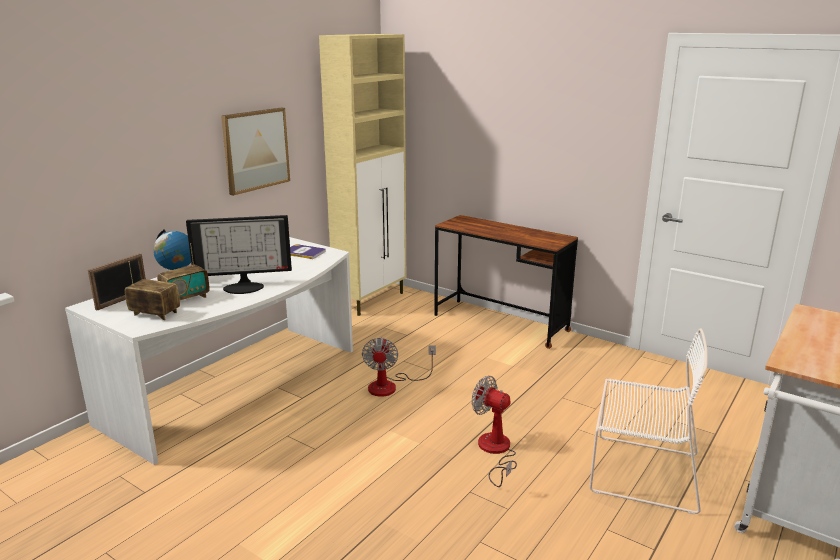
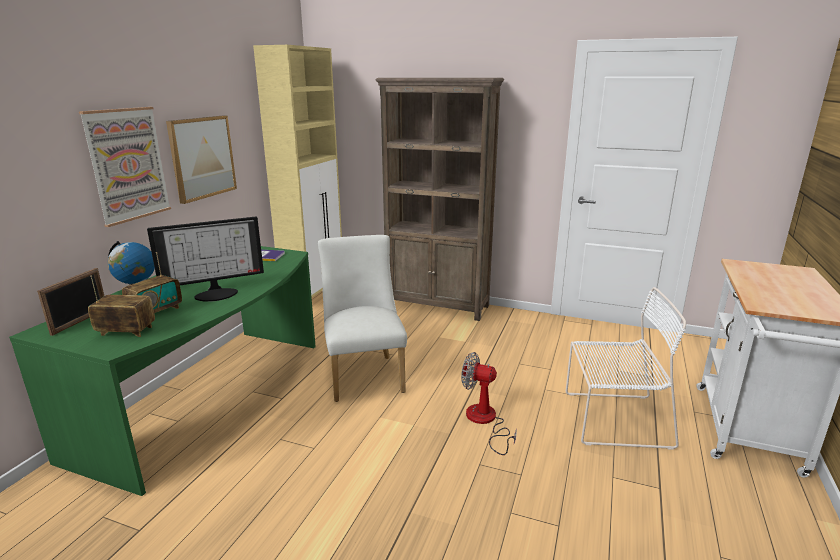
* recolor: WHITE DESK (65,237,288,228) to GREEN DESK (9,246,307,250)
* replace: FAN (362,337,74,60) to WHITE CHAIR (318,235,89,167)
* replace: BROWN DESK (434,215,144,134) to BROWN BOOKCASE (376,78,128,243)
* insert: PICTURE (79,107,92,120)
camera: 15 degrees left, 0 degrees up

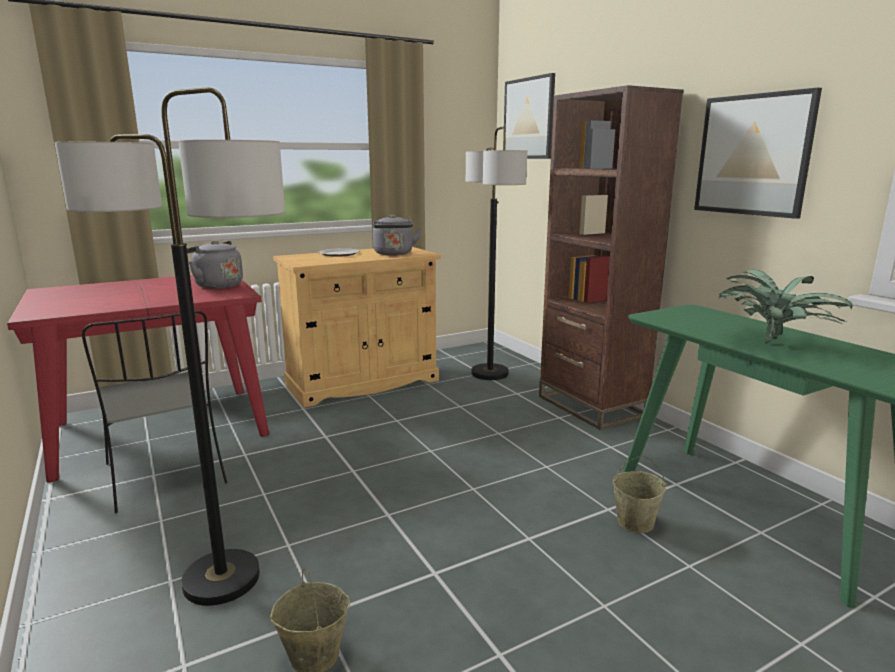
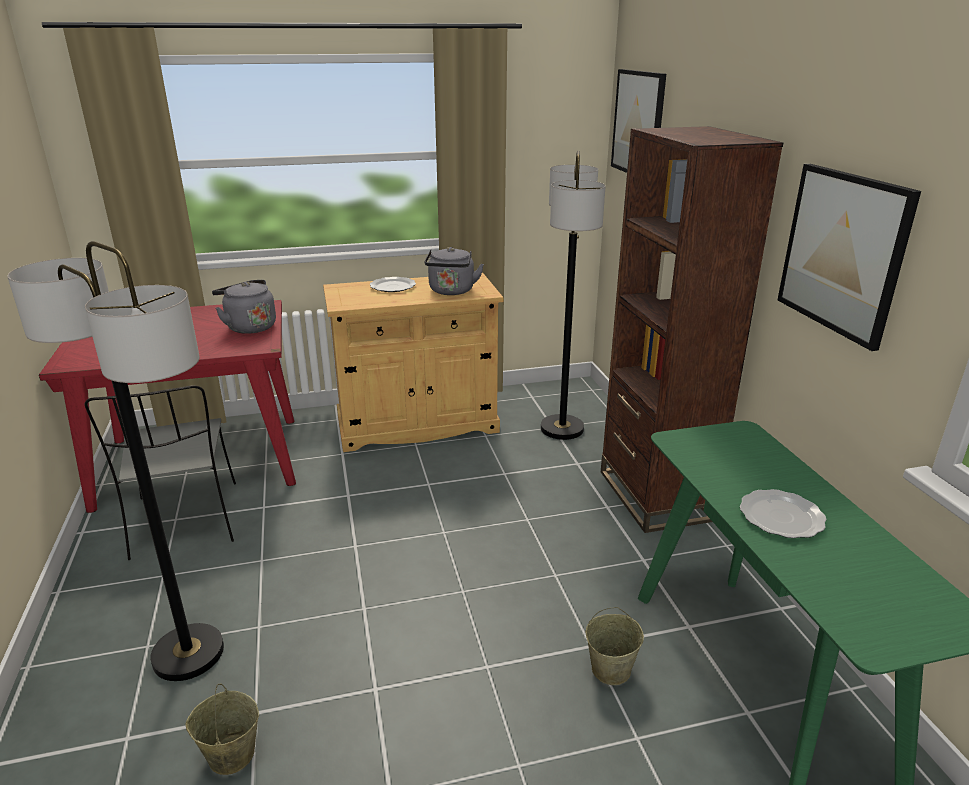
* replace: POTTED PLANT (719,270,134,74) to PLATE (740,489,86,49)
camera: 15 degrees right, 10 degrees up

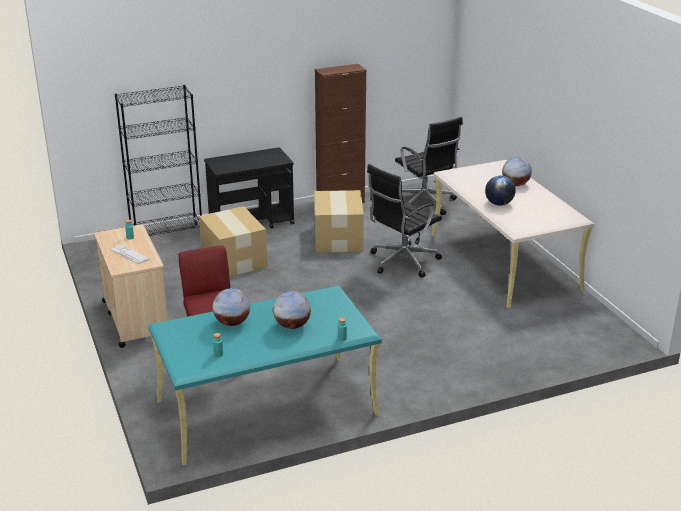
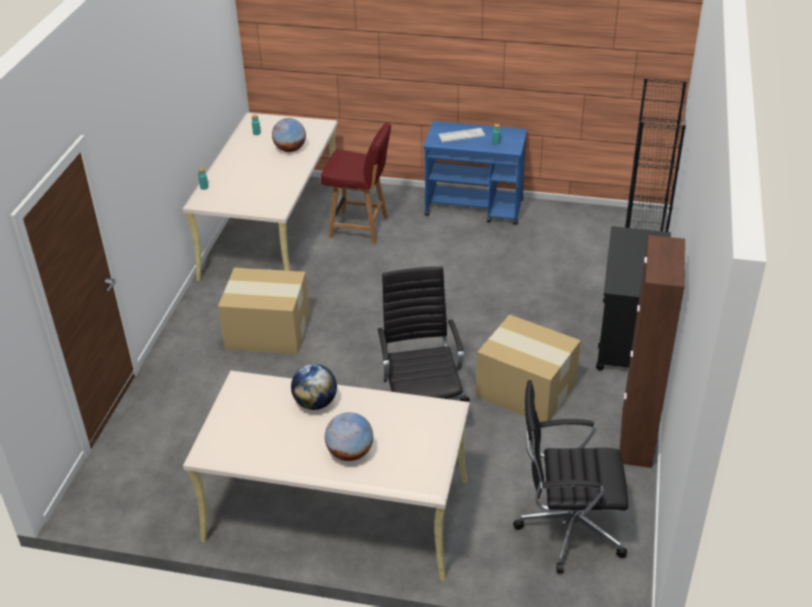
* recolor: BEIGE CART (94,224,74,124) to BLUE CART (424,121,103,104)
* recolor: TURQUOISE DESK (148,286,234,179) to BEIGE DESK (183,113,158,168)
* move: CARDBOARD BOX (199,206,69,71) to (218,268,92,86)
* delete: GLOBE (273,291,38,38)
camera: 125 degrees right, 10 degrees up

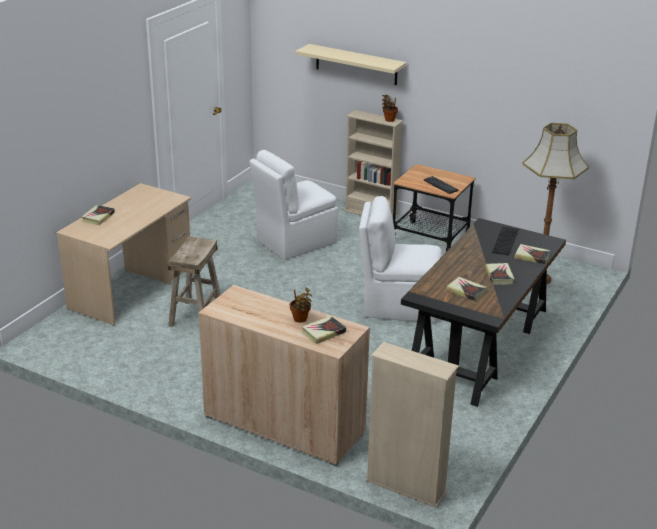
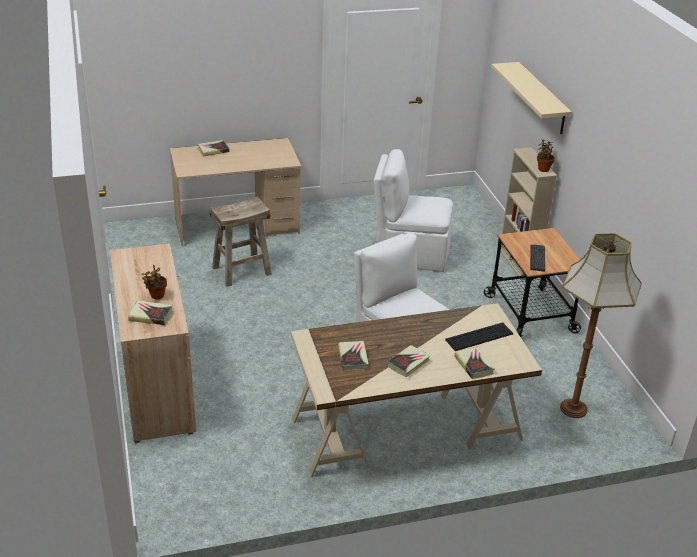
* delete: BEIGE BOOKCASE (366,342,93,166)
* recolor: BLACK DESK (401,218,165,189) to BEIGE DESK (291,303,251,174)
camera: 45 degrees right, 5 degrees up

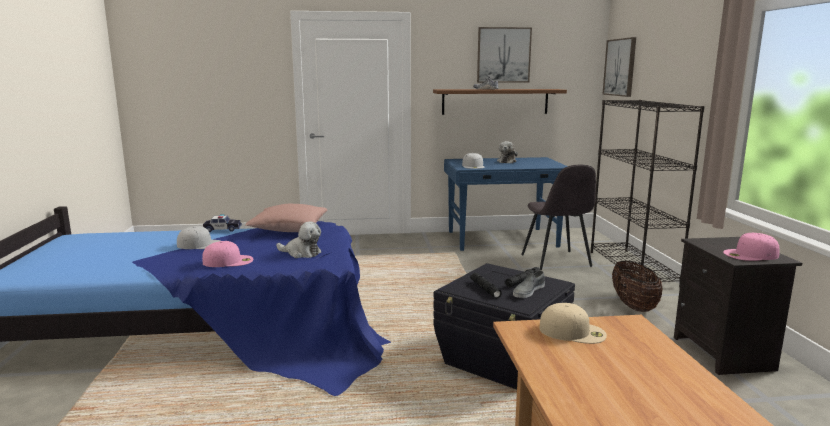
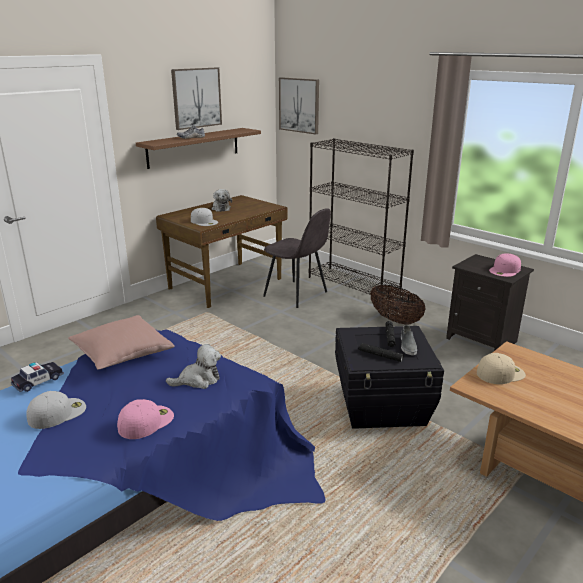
* recolor: BLUE DESK (444,157,124,94) to BROWN DESK (156,195,132,113)
camera: 40 degrees left, 10 degrees up

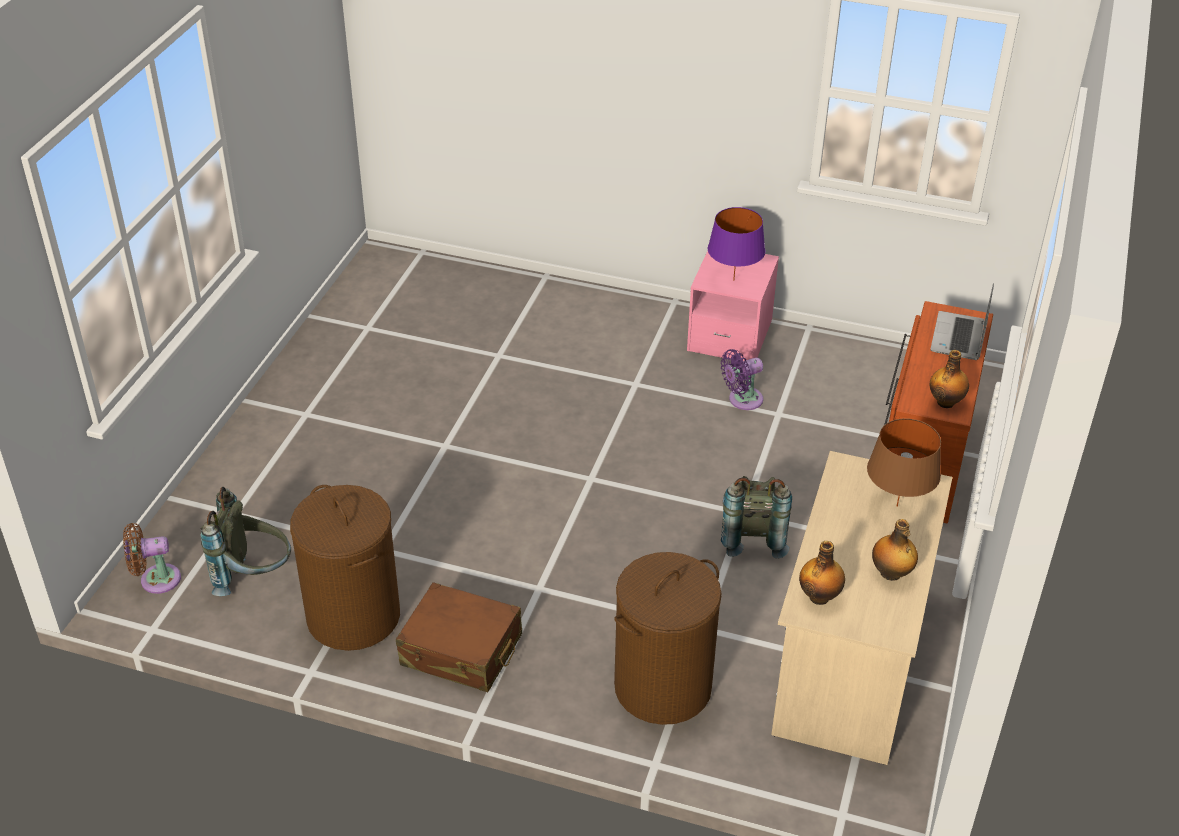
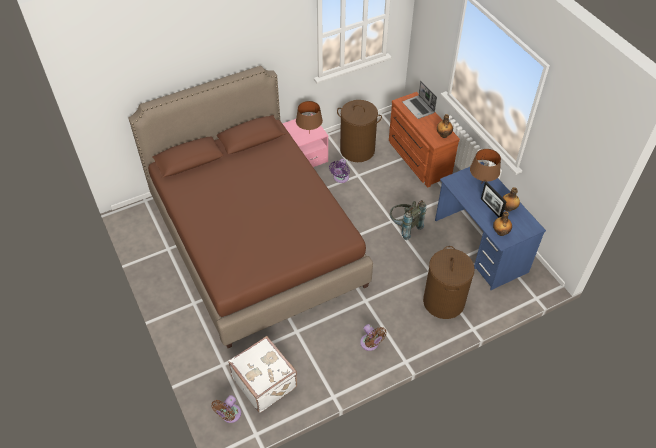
* replace: GREY BACKPACK (200,487,91,109) to WHITE SUITCASE (228,336,69,77)
* move: BROWN LAUNDRY BASKET (290,485,110,166) to (337,100,45,62)
* replace: BROWN SUITCASE (396,582,126,110) to BROWN FAN (360,324,27,27)
* recolor: PURPLE TABLE LAMP (708,207,57,74) to BROWN TABLE LAMP (296,101,27,33)
* recolor: BEIGE DESK (771,451,182,314) to BLUE DESK (435,162,111,128)
* insert: BROWN BED (129,66,244,282)
* insert: PICTURE FRAME (481,182,25,35)
camera: 45 degrees left, 10 degrees up

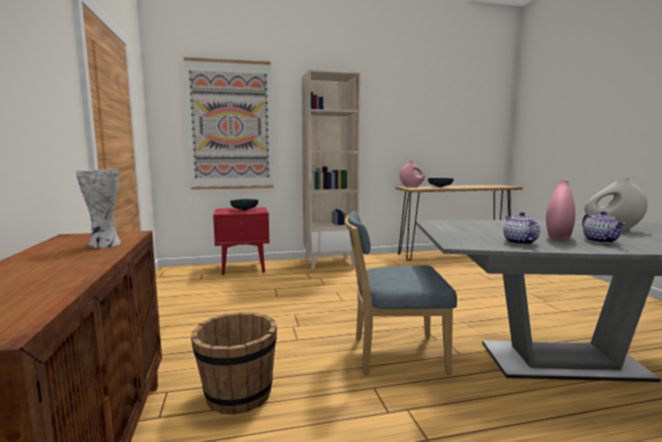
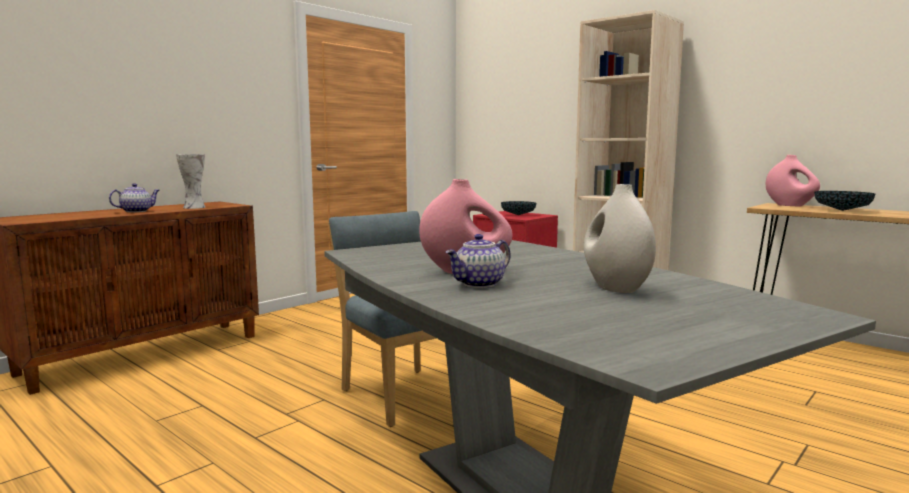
* delete: PICTURE (183,57,91,133)
* delete: BROWN BUCKET (191,312,86,103)
* move: TEAPOT (504,212,36,33) to (109,183,50,29)
camera: 55 degrees right, 0 degrees up

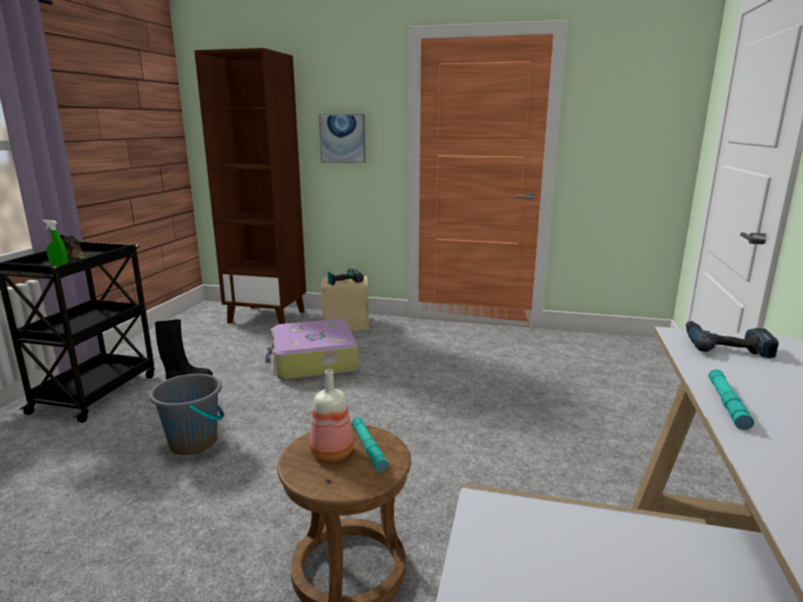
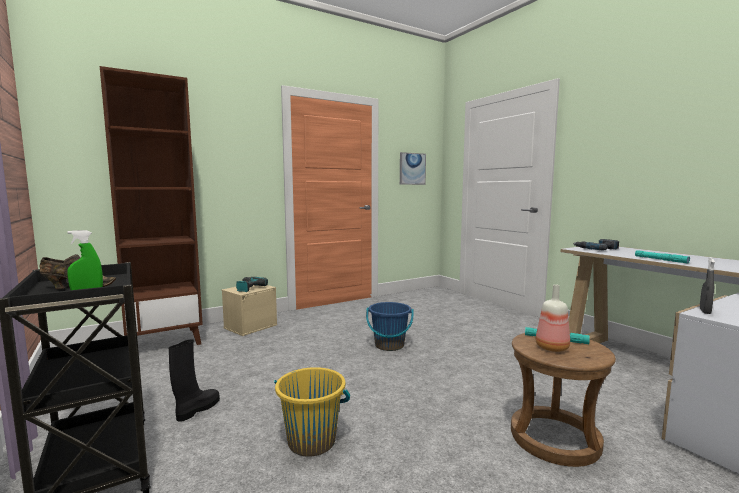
* recolor: GREY BUCKET (149,374,75,81) to YELLOW BUCKET (274,367,76,90)
* delete: SUITCASE (265,319,93,61)
* move: PICTURE (319,114,47,49) to (400,152,26,33)
* insert: BLUE BUCKET (366,302,47,49)
* insert: GREY SPRAY BOTTLE (700,257,15,57)
camera: 45 degrees left, 10 degrees down

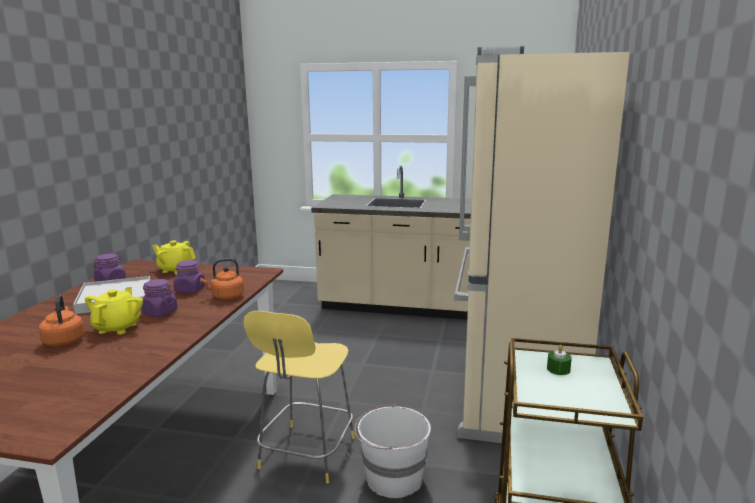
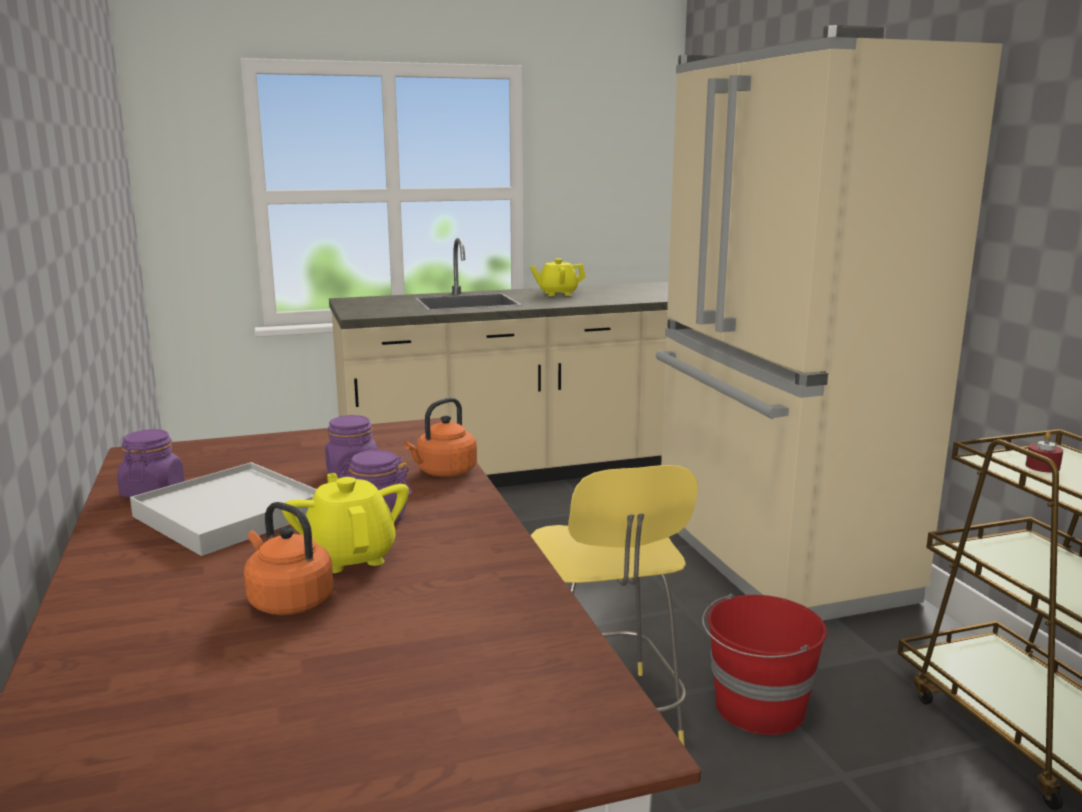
* move: YELLOW TEAPOT (152,241,44,33) to (530,259,56,37)
* recolor: WHITE BUCKET (354,404,77,94) to RED BUCKET (702,594,125,141)
* recolor: GREEN CANDLE (547,345,25,30) to RED CANDLE (1026,432,37,41)
camera: 30 degrees left, 0 degrees up

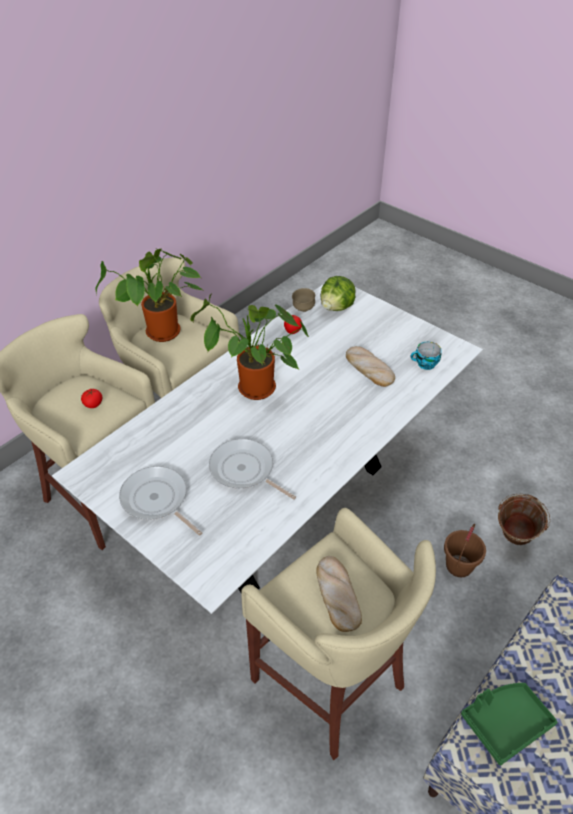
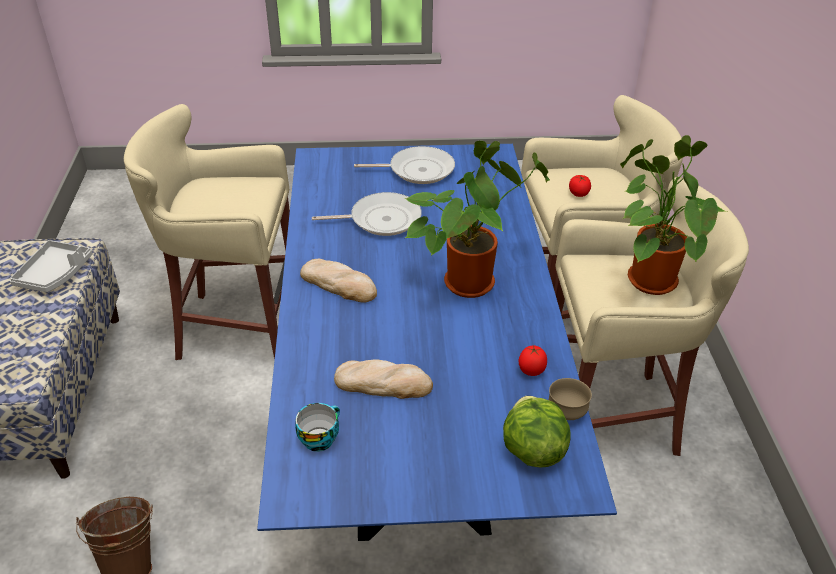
* recolor: WHITE DINING TABLE (52,284,431,330) to BLUE DINING TABLE (257,144,360,397)
* move: BREAD (316,556,46,76) to (300,259,77,44)
* delete: BROWN BUCKET (444,524,42,53)
* recolor: GREEN TRAY (461,683,96,82) to GREY TRAY (10,240,83,52)
camera: 135 degrees right, 5 degrees down

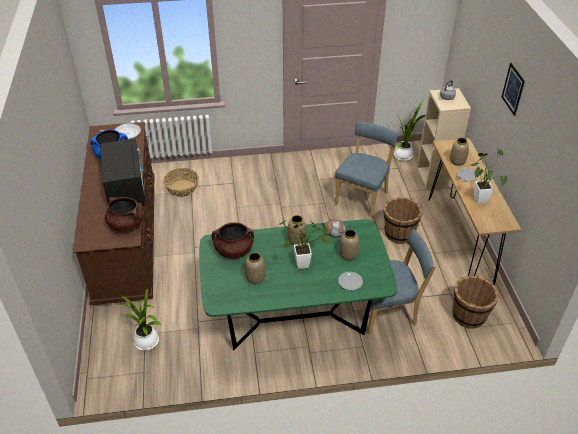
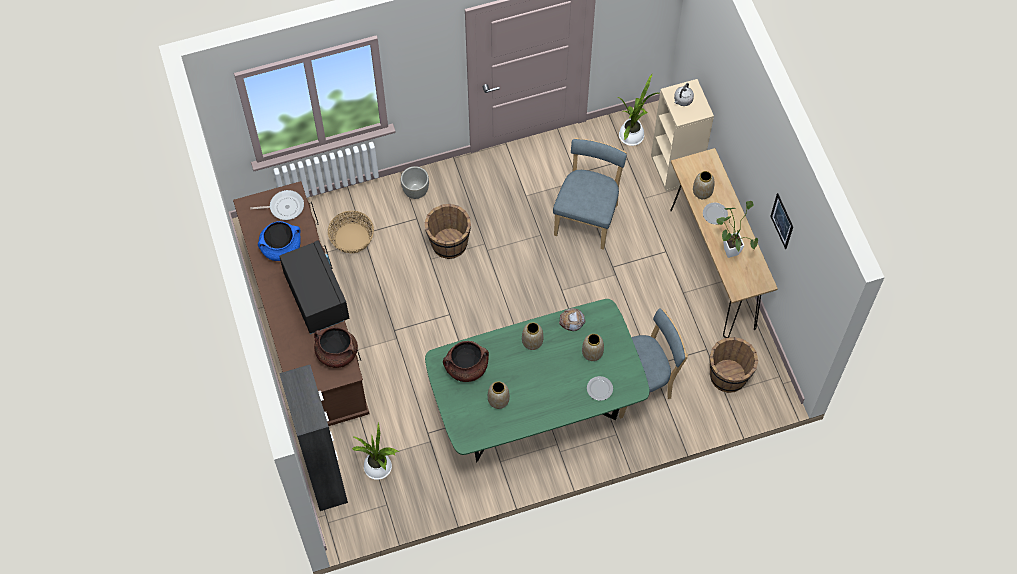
* delete: POTTED PLANT (277,220,53,49)
* move: BROWN BUCKET (384,197,38,47) to (425,204,46,55)
* move: PICTURE (502,63,23,53) to (770,193,23,56)
* insert: BLACK CABINET (279,365,69,146)
* insert: GREY PLANTER (401,166,28,33)
camera: 10 degrees left, 20 degrees up

